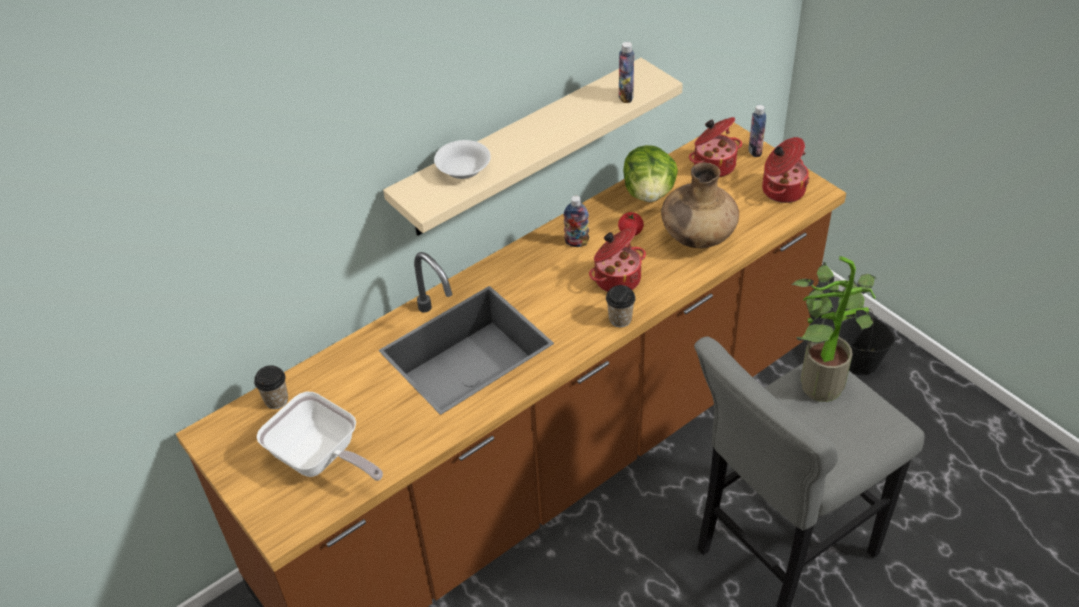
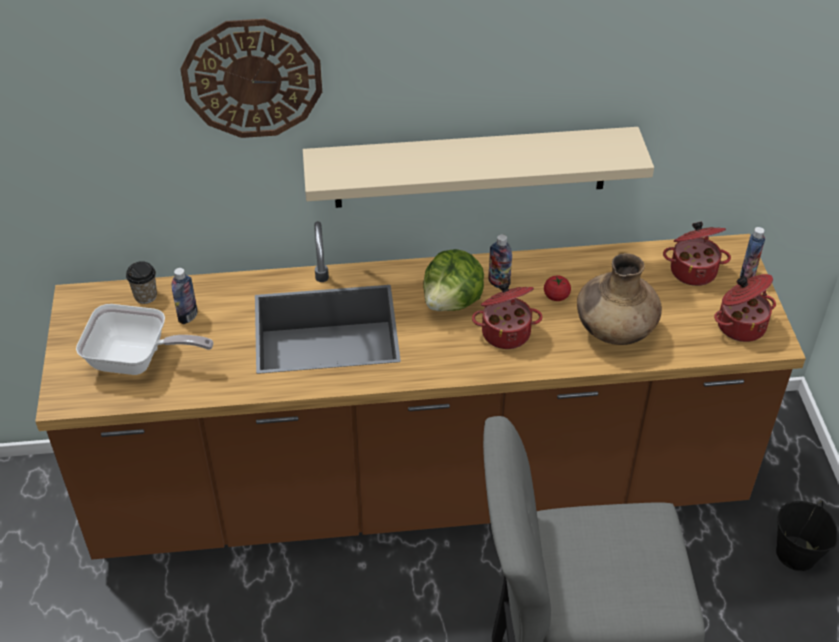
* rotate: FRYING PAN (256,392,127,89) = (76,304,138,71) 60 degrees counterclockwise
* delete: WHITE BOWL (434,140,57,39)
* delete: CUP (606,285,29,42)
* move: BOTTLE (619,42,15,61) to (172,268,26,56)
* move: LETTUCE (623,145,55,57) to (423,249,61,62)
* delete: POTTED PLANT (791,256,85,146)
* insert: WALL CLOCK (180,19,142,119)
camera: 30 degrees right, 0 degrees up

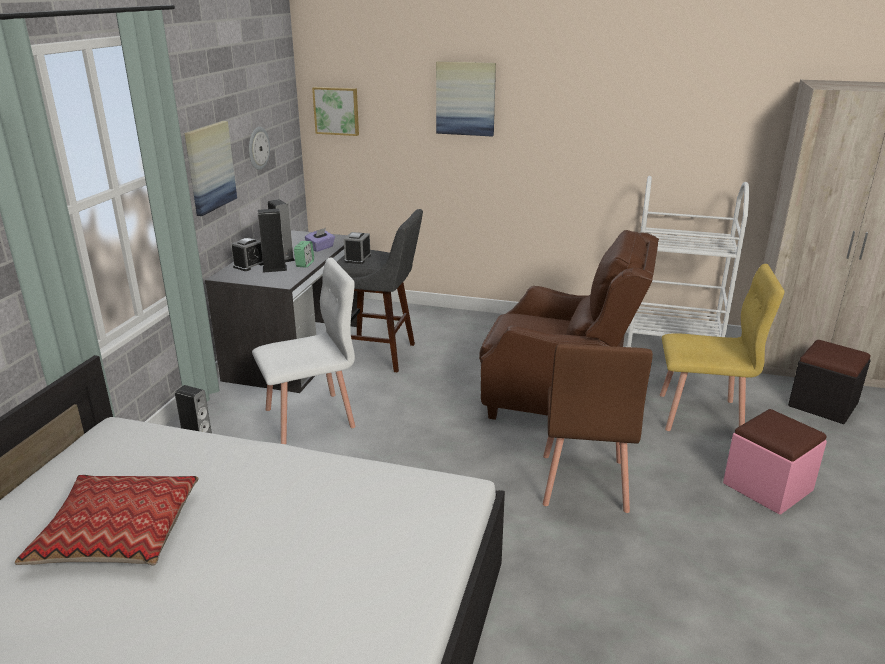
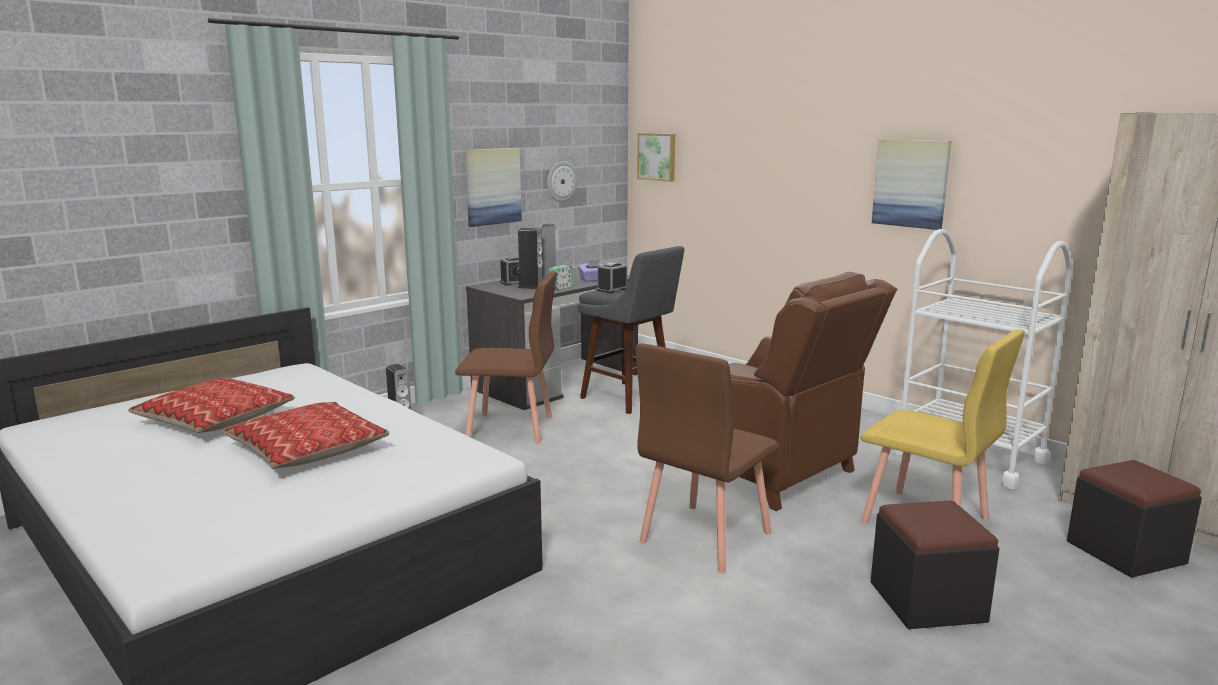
* recolor: WHITE CHAIR (252,257,104,187) to BROWN CHAIR (455,271,102,173)
* move: PICTURE (436,61,60,76) to (872,139,79,91)
* recolor: PINK OTTOMAN (723,409,104,106) to BLACK OTTOMAN (871,500,128,129)
* insert: PILLOW (223,402,166,67)
camera: 30 degrees right, 10 degrees down

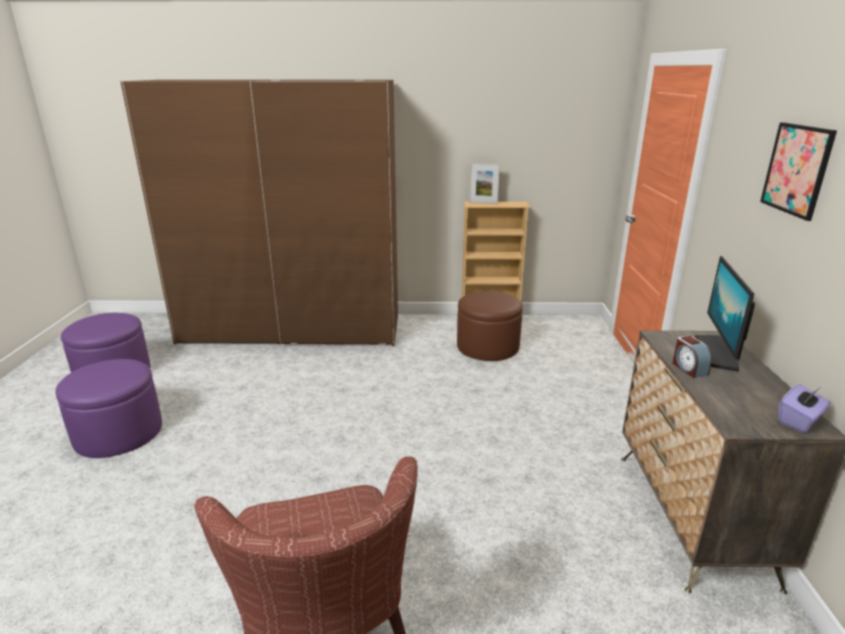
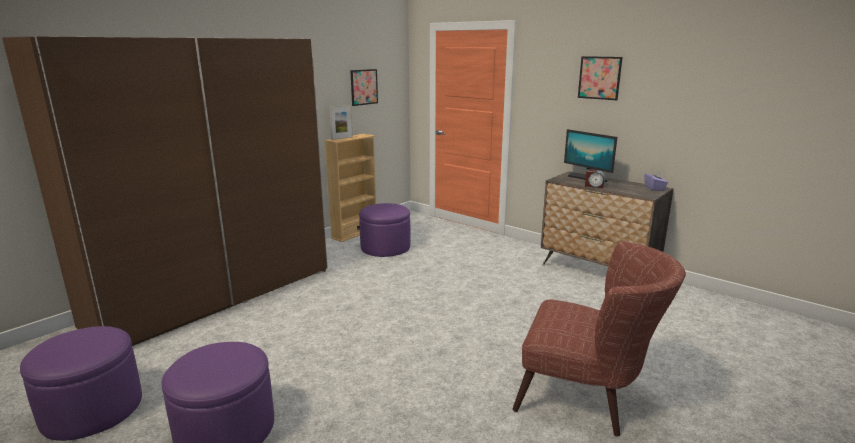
* recolor: BROWN OTTOMAN (457,291,66,70) to PURPLE OTTOMAN (359,203,52,54)
* insert: PICTURE (350,69,28,37)
camera: 50 degrees left, 5 degrees down

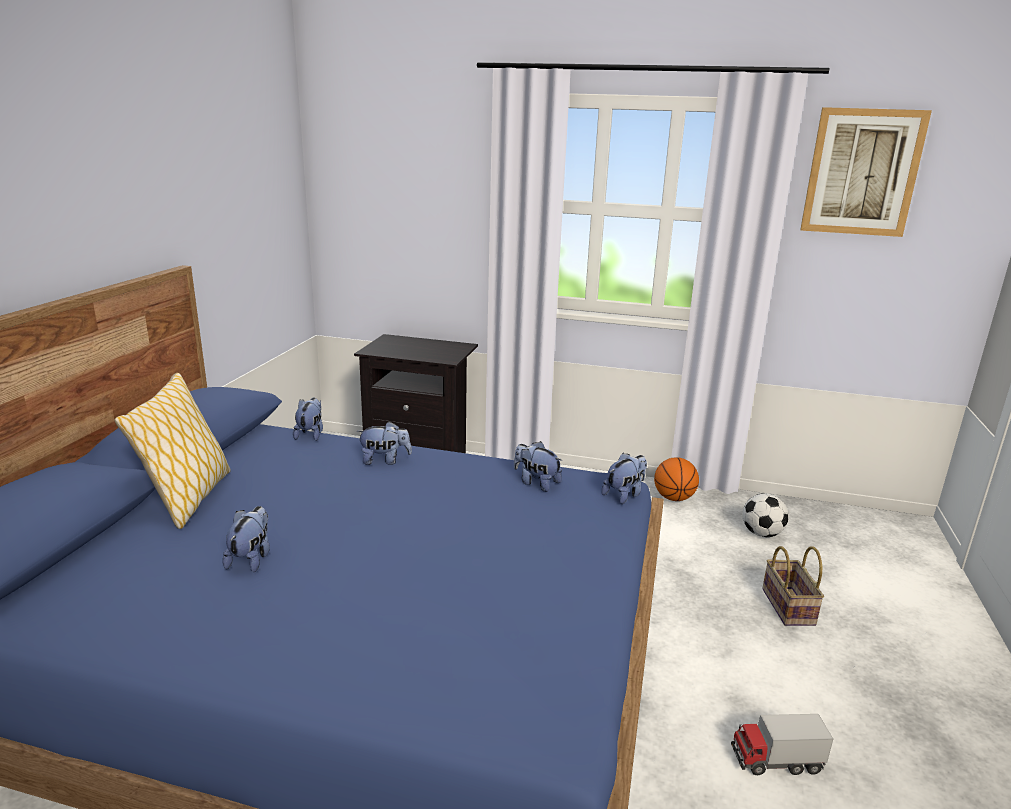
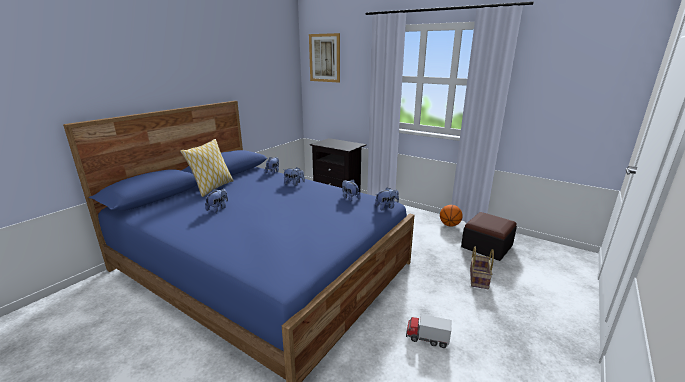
* replace: FOOTBALL (742,493,47,44) to OTTOMAN (461,212,56,49)
* move: PICTURE (800,107,132,130) to (309,33,31,50)
camera: 20 degrees right, 0 degrees up

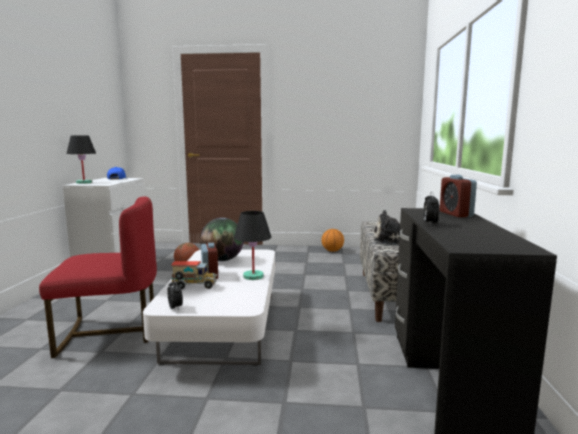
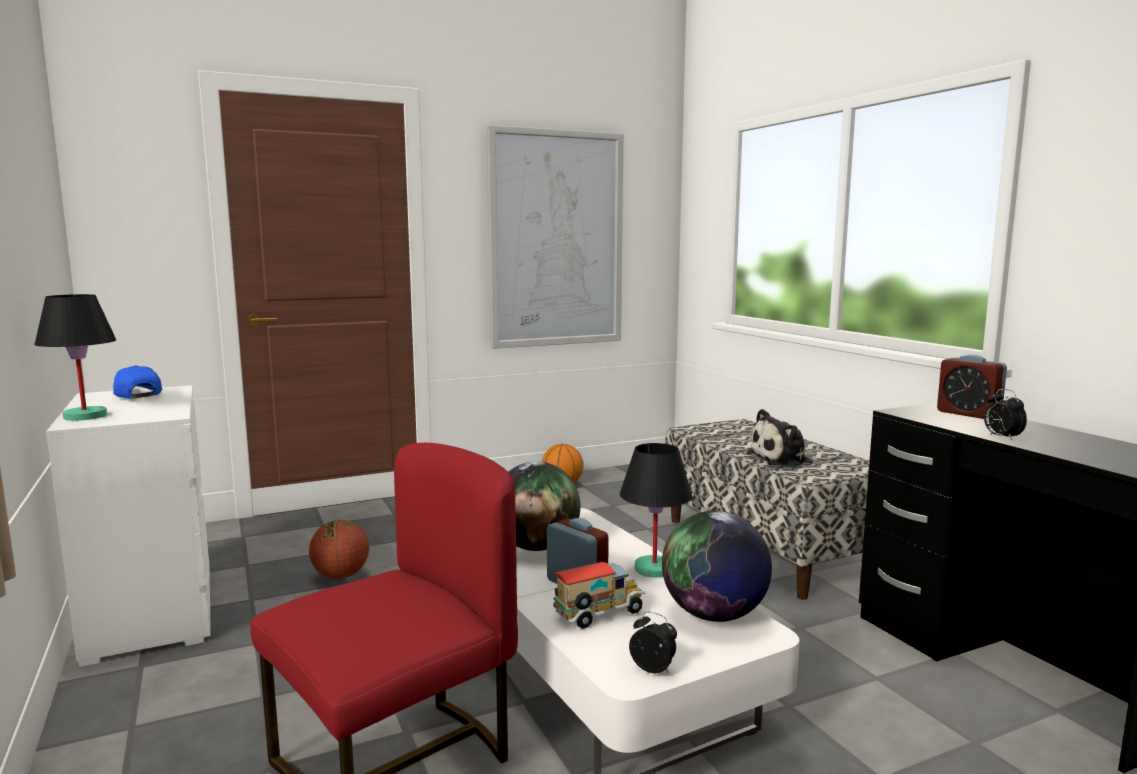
* insert: PICTURE (486,125,138,224)
* insert: GLOBE (662,511,110,111)
camera: 30 degrees left, 0 degrees up

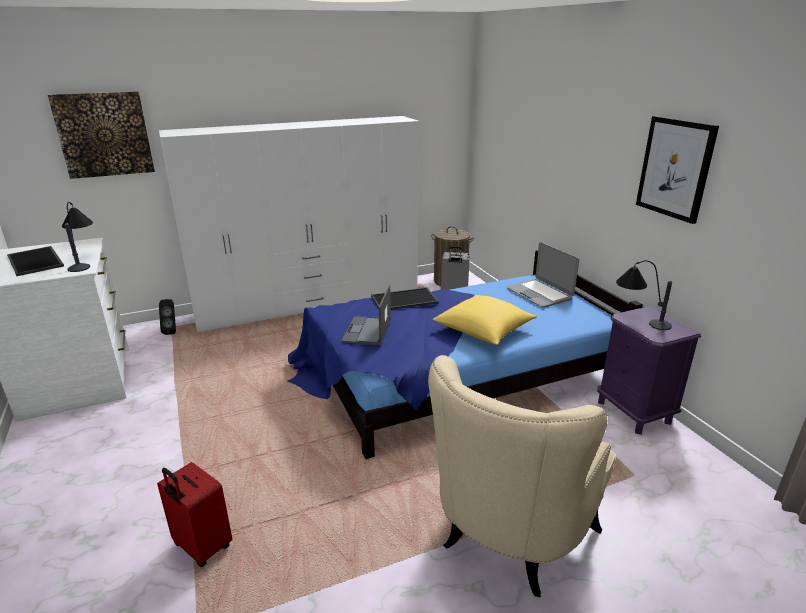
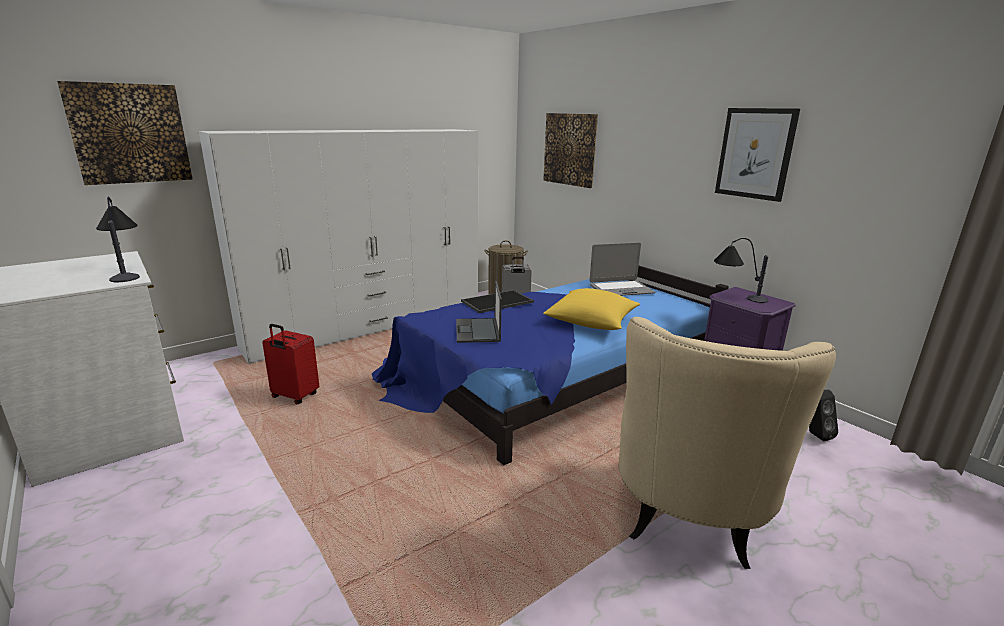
* delete: TRAY (7,246,57,30)
* move: RED SUITCASE (157,462,76,105) to (262,324,57,80)
* move: BLACK SPEAKER (159,299,17,36) to (809,390,29,52)
* rotate: LAPTOP (506,242,73,65) = (589,243,66,53) 60 degrees counterclockwise
* insert: PICTURE (543,113,55,75)
camera: 15 degrees left, 5 degrees down

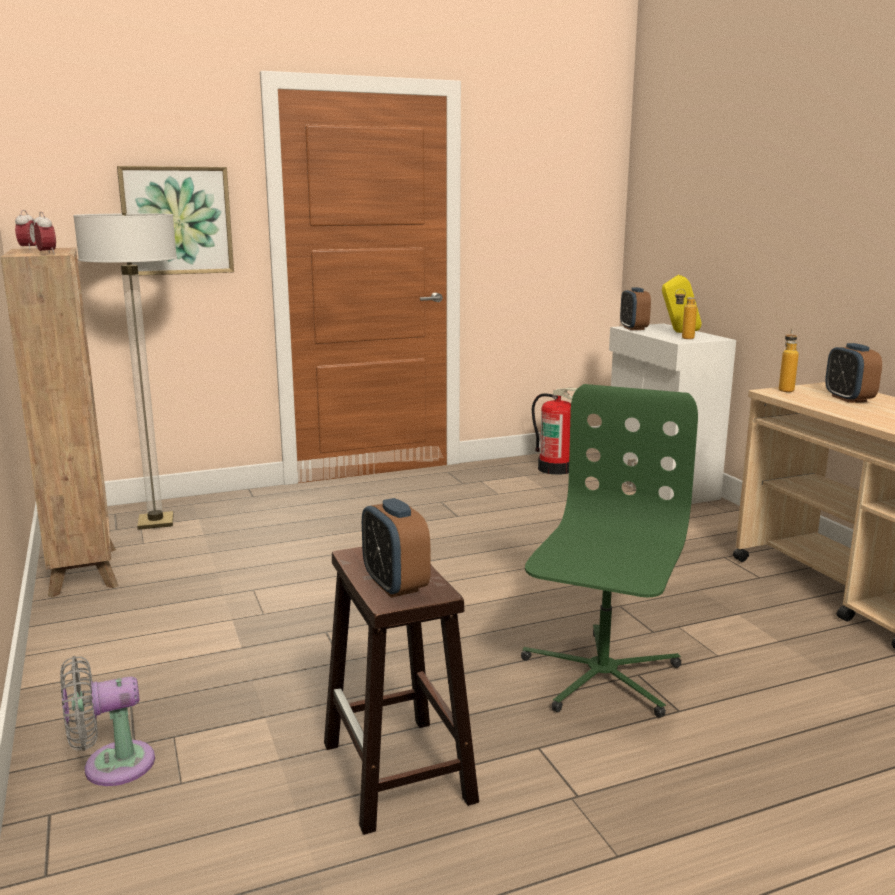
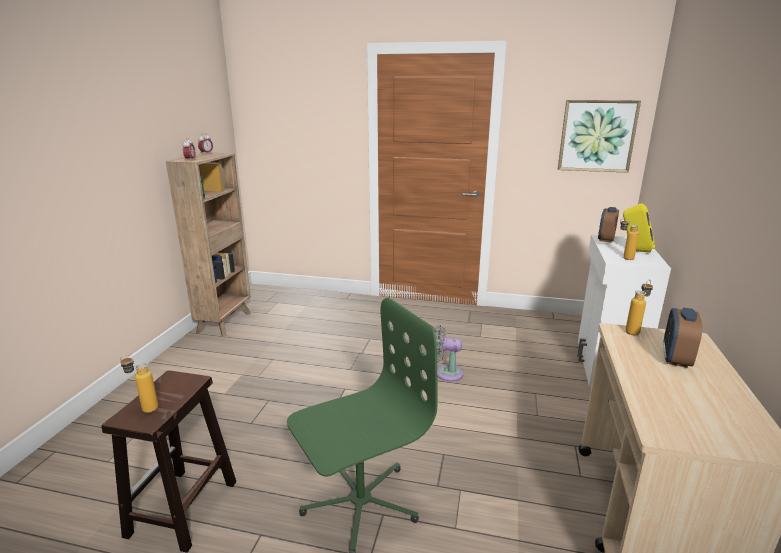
* move: GREY FAN (60,656,95,130) to (434,325,29,56)
* delete: FLOOR LAMP (73,213,104,317)
* move: PICTURE (117,166,117,109) to (558,100,83,73)
* replace: ALARM CLOCK (362,498,69,100) to BOTTLE (120,354,38,59)
* delete: FIRE EXTINGUISHER (532,388,46,87)
camera: 35 degrees right, 5 degrees up

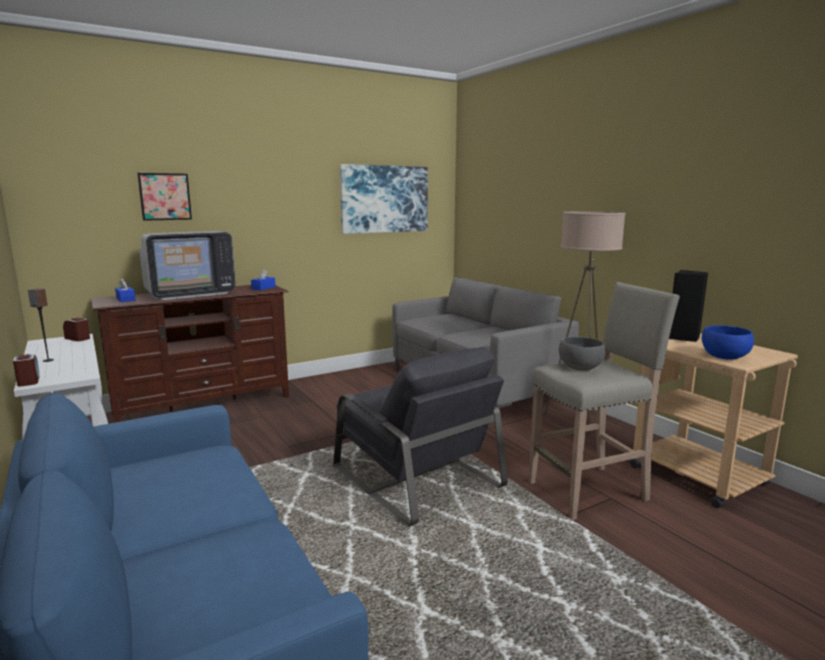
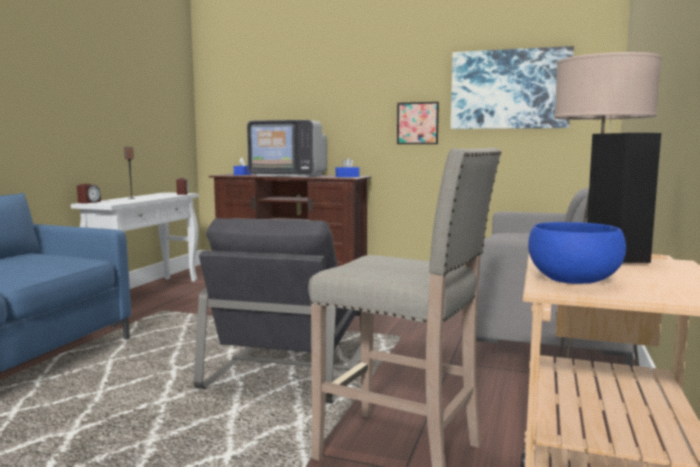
* move: PICTURE (137,173,55,48) to (397,102,42,42)
* delete: GREY BOWL (559,337,46,34)
camera: 50 degrees right, 5 degrees down

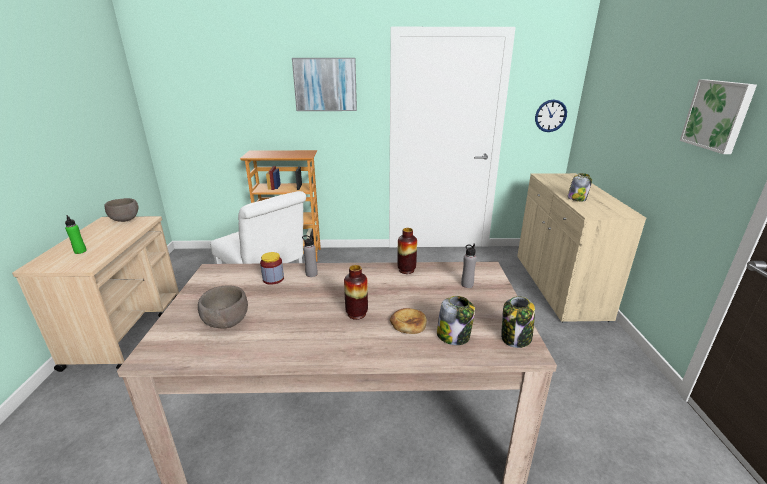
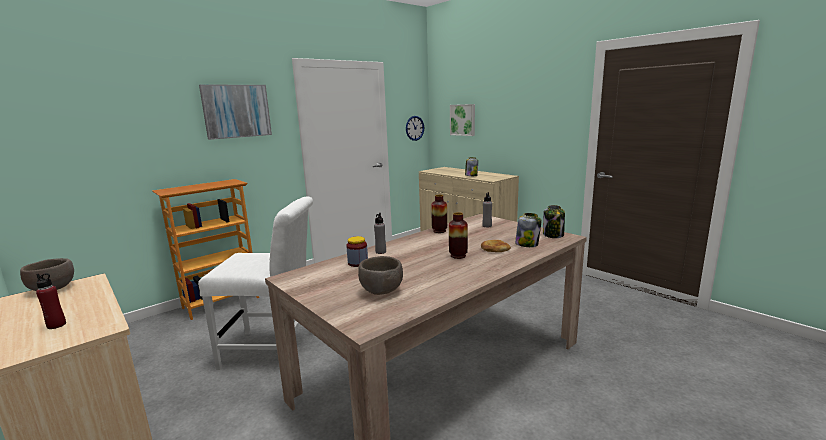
* recolor: GREEN BOTTLE (65,215,22,39) to RED BOTTLE (36,273,30,56)
* move: PICTURE (680,79,77,75) to (450,104,25,32)
camera: 40 degrees left, 10 degrees down

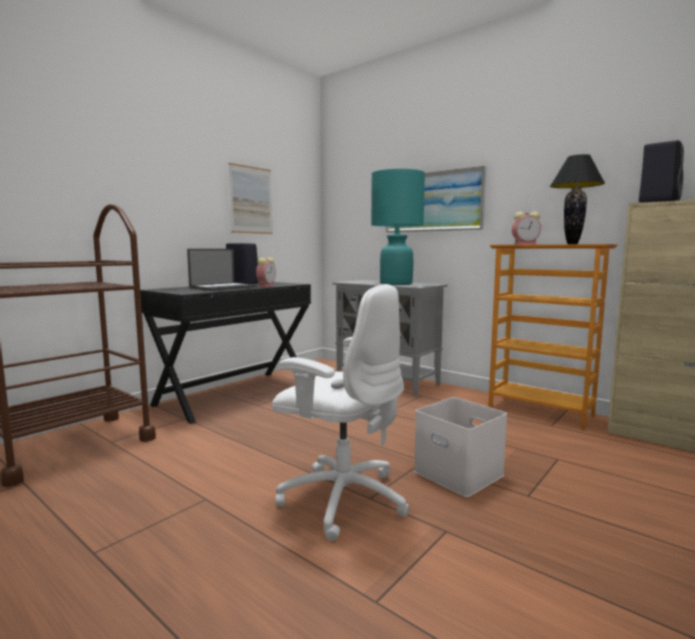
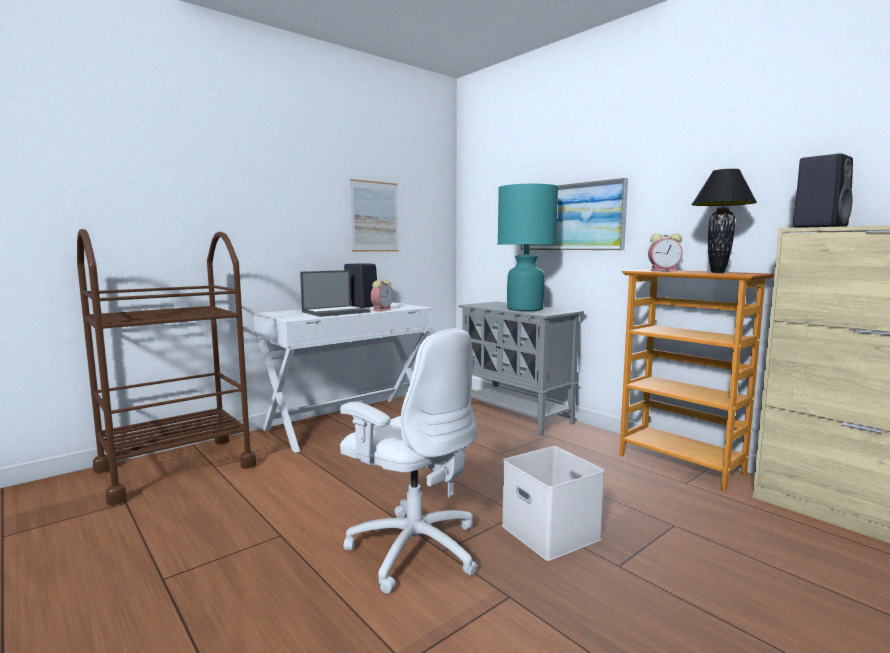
* recolor: BLACK DESK (140,282,171,142) to WHITE DESK (253,302,179,151)
camera: 10 degrees right, 0 degrees up

